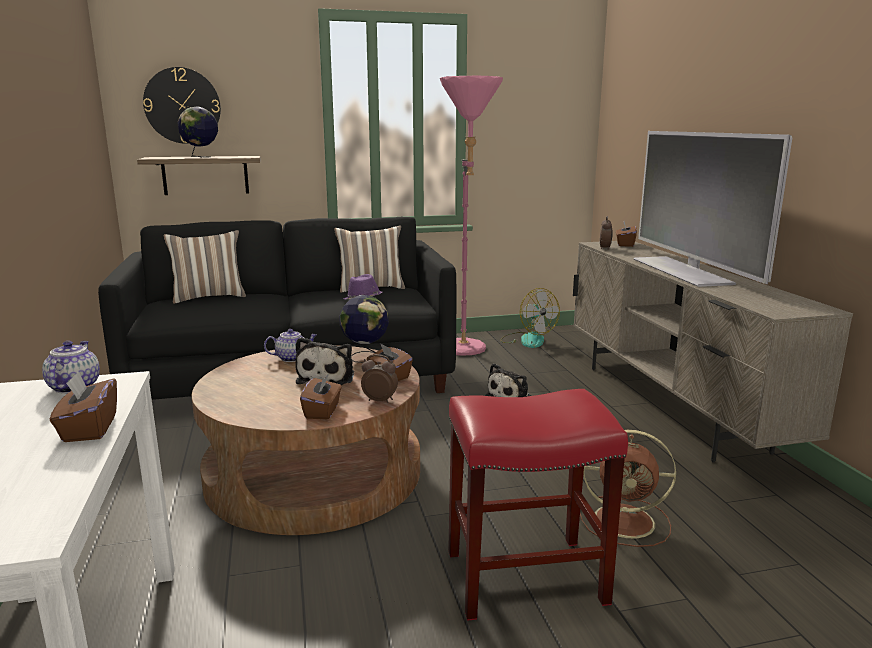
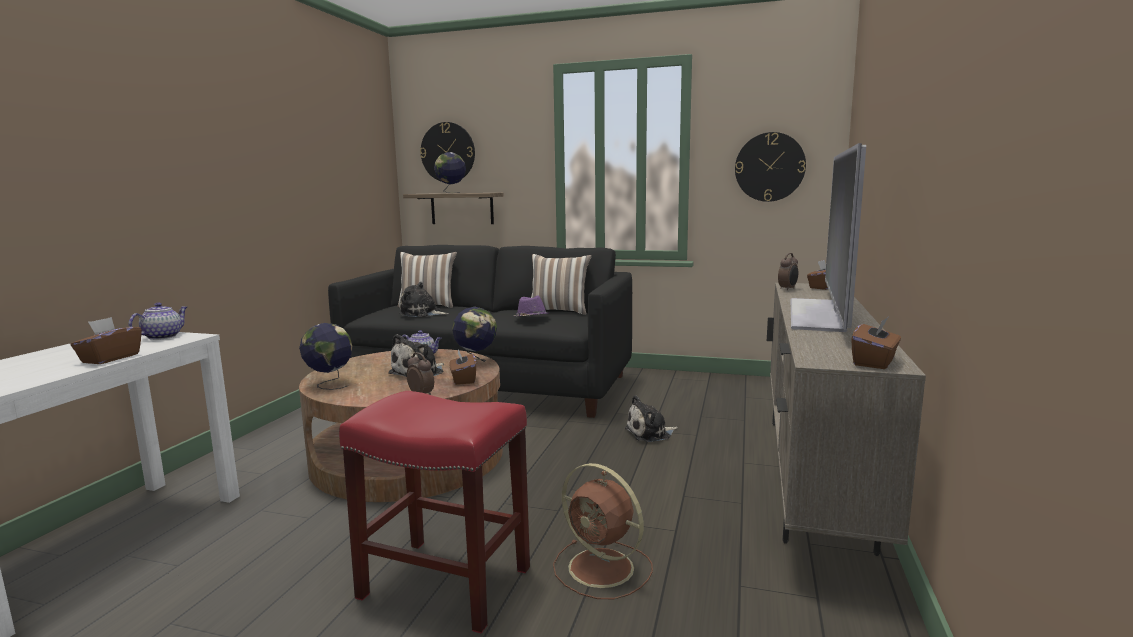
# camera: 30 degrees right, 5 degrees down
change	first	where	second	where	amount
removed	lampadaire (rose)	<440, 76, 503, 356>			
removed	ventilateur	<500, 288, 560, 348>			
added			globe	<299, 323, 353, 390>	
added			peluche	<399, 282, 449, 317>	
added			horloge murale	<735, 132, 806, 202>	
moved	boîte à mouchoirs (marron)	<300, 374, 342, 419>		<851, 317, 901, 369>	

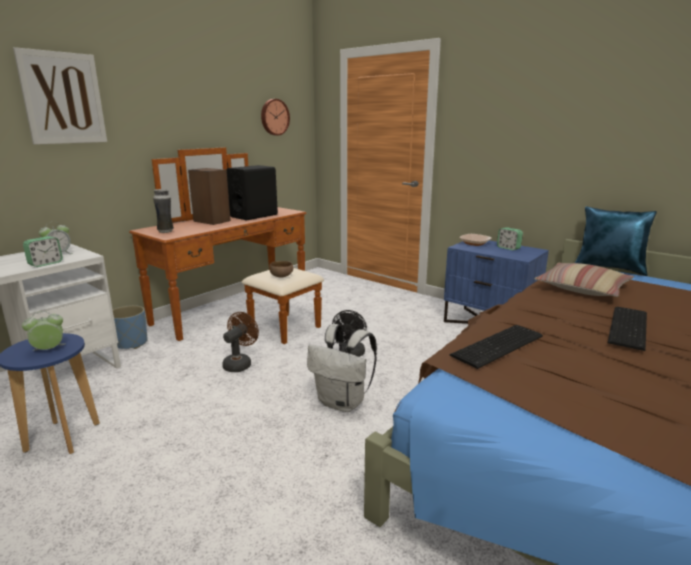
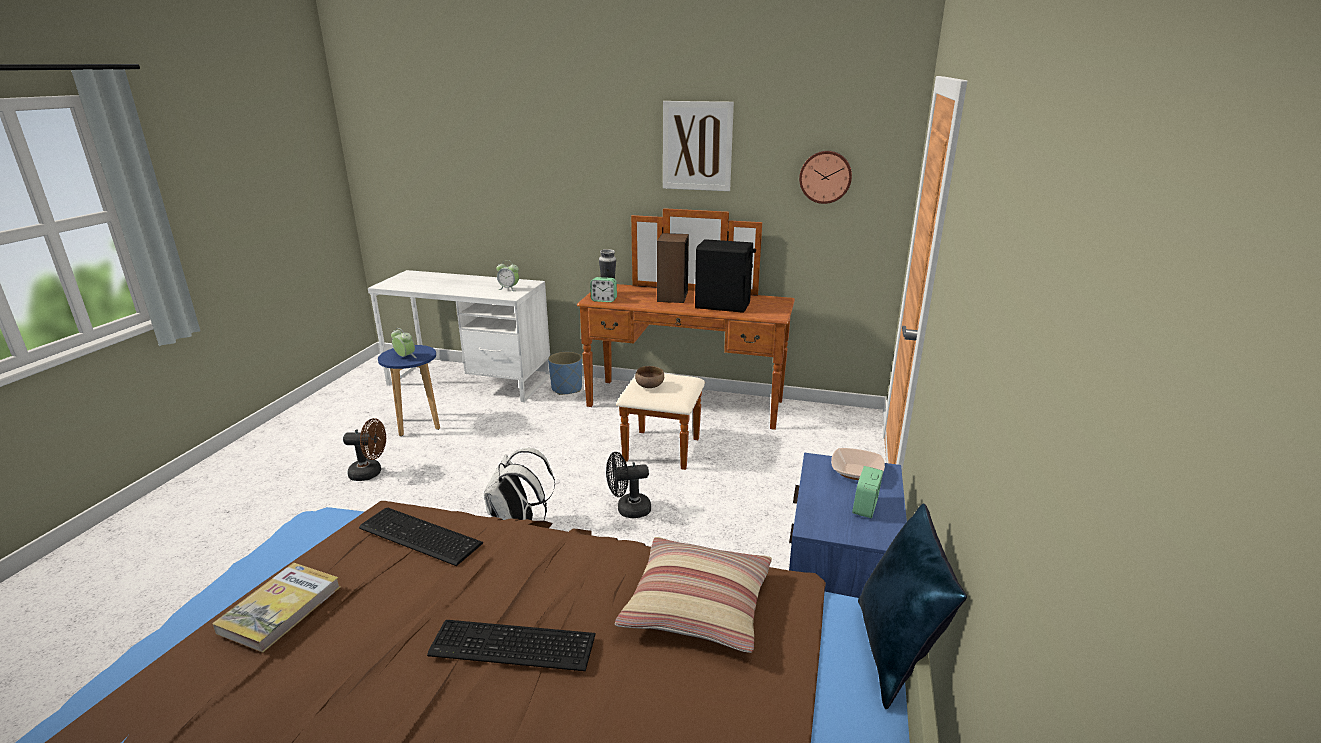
# camera: 65 degrees right, 5 degrees up
change	first	where	second	where	amount
added			livre	<212, 563, 340, 653>	
moved	tableau	<13, 47, 107, 145>		<663, 101, 734, 191>	
moved	réveil	<23, 236, 63, 267>		<590, 277, 617, 302>	
moved	ventilateur (marron)	<222, 312, 259, 372>		<343, 418, 386, 481>	

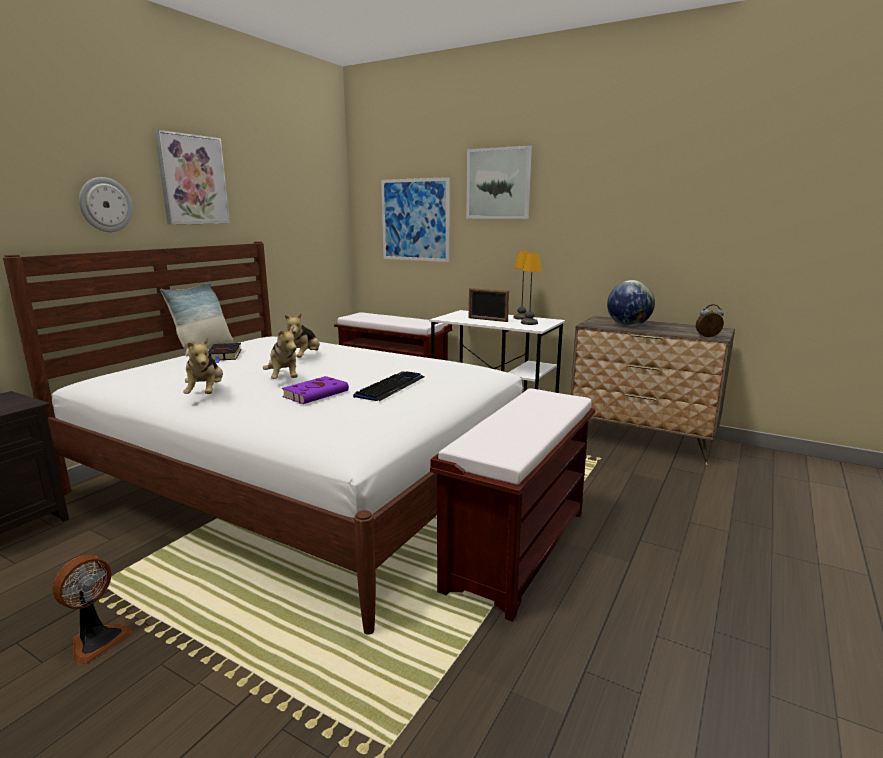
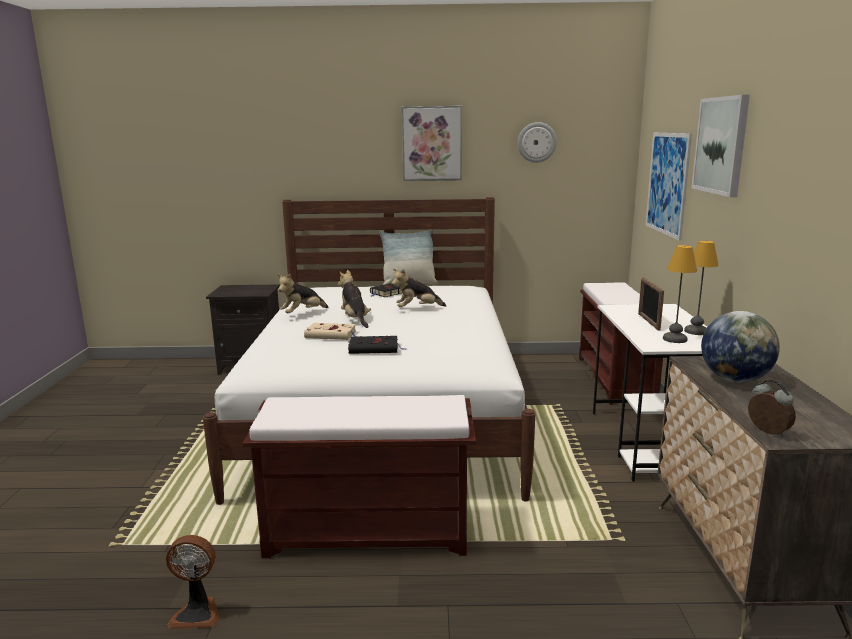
# camera: 60 degrees right, 0 degrees up
change	first	where	second	where	amount
moved	ventilateur	<52, 555, 131, 665>		<166, 535, 219, 629>	
moved	horloge murale	<79, 177, 133, 232>		<518, 122, 557, 163>	
replaced	clavier	<353, 371, 424, 401>	livre (noir)	<348, 336, 407, 354>	
recoloured	livre (violet)	<282, 376, 349, 404>	livre (beige)	<304, 323, 358, 340>	
turned	peluche	<263, 326, 298, 379>		<338, 270, 371, 328>	120 degrees clockwise

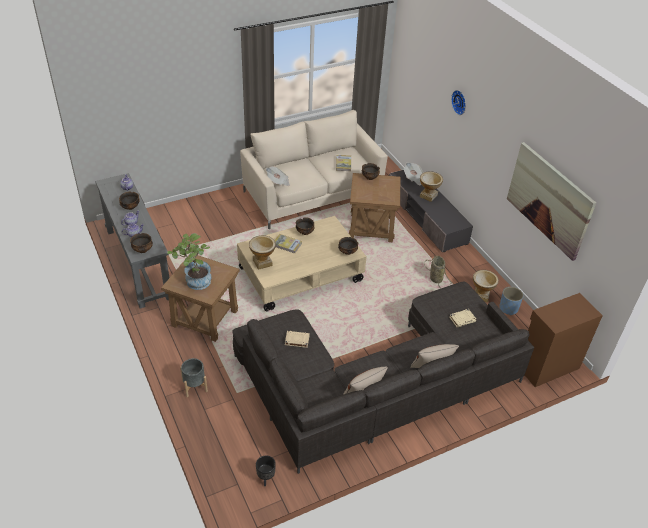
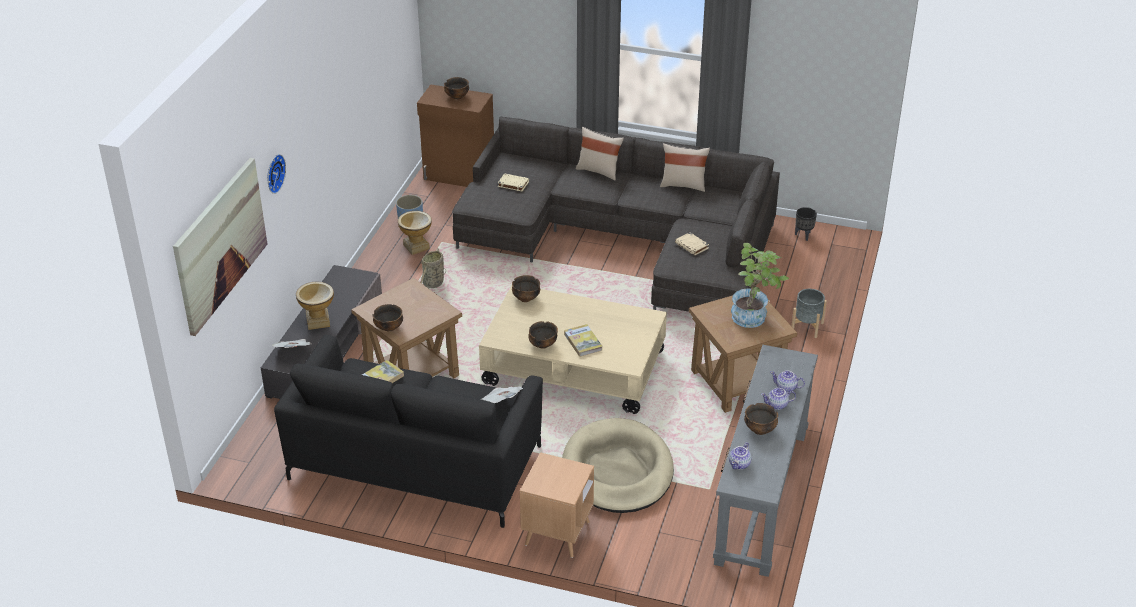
# camera: 135 degrees left, 5 degrees down
change	first	where	second	where	amount
removed	vase	<249, 235, 276, 270>			
added			table d'appoint (marron)	<520, 452, 594, 558>	
added			panier pour chien (beige)	<562, 418, 674, 513>	
moved	bol	<130, 233, 153, 253>		<444, 77, 469, 99>	
moved	tableau	<507, 142, 596, 261>		<173, 158, 267, 336>	
recoloured	canapé (beige)	<240, 110, 388, 229>	canapé (noir)	<274, 335, 543, 528>	

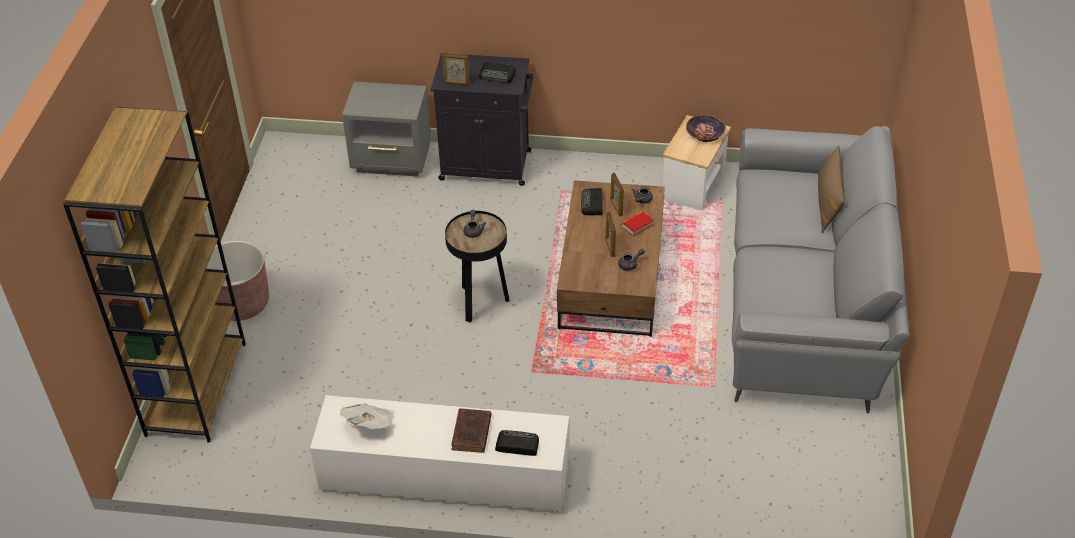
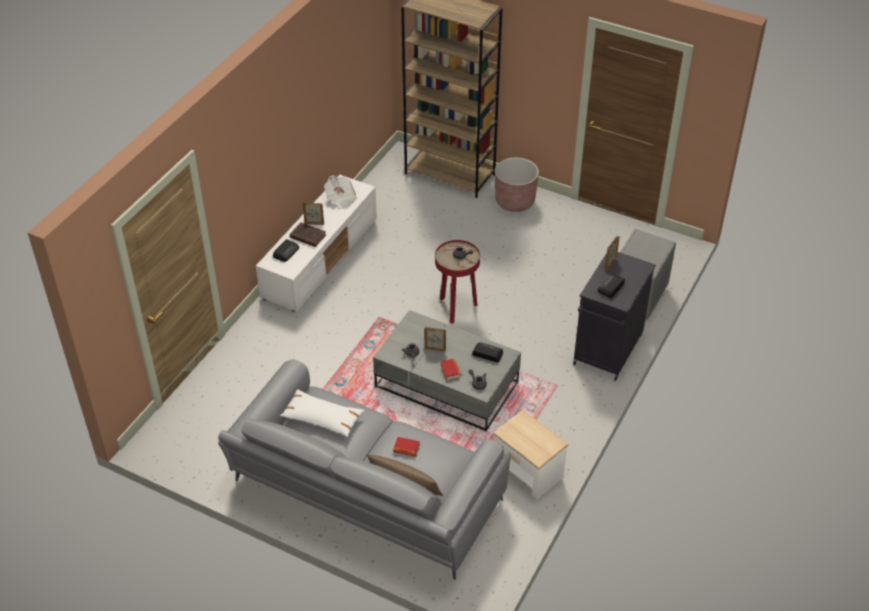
# camera: 110 degrees right, 0 degrees up
change	first	where	second	where	amount
removed	bol	<686, 115, 726, 142>			
added			coussin (blanc)	<280, 389, 364, 437>	
added			livre	<393, 437, 420, 457>	
moved	cadre photo	<610, 173, 624, 216>		<303, 203, 324, 225>	
recoloured	table d'appoint (noir)	<445, 211, 509, 323>	table d'appoint (rouge)	<435, 240, 480, 324>	
recoloured	table basse (marron)	<557, 180, 665, 337>	table basse (gris)	<373, 310, 521, 432>	

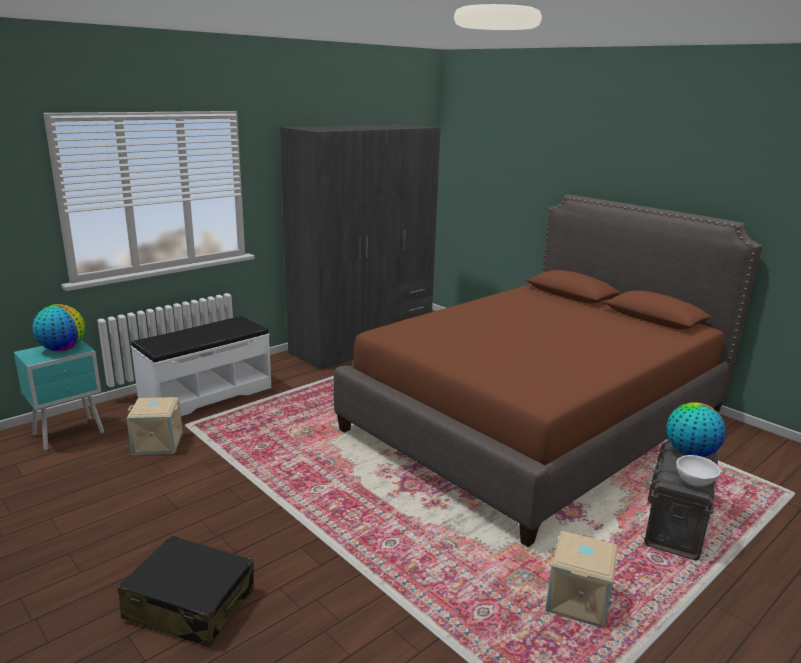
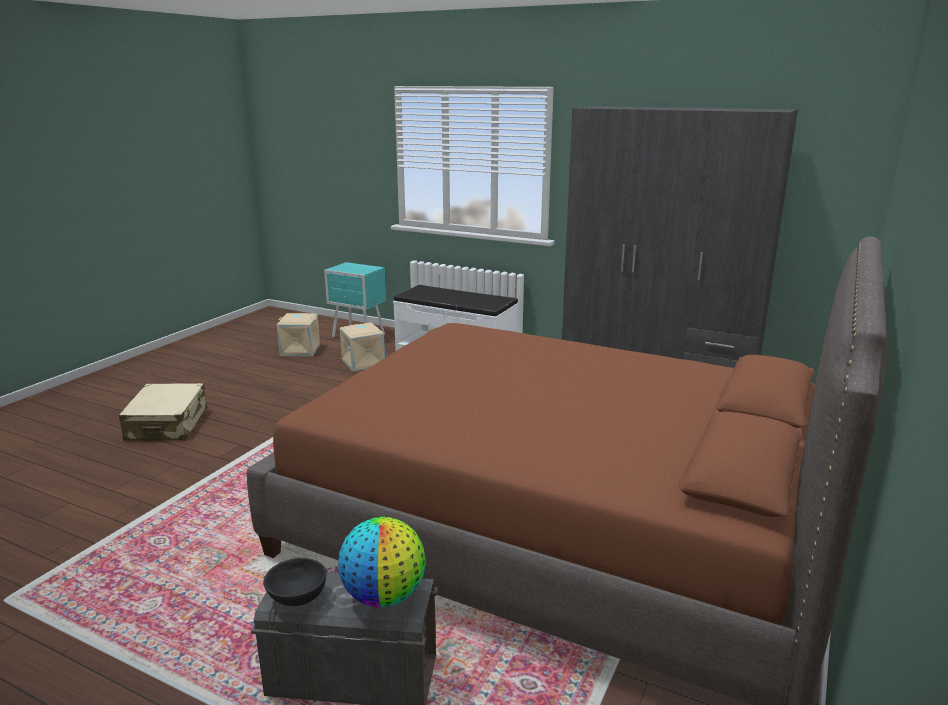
# camera: 70 degrees right, 0 degrees up
change	first	where	second	where	amount
removed	globe	<33, 304, 85, 351>			
moved	boîte de rangement (beige)	<545, 531, 618, 629>		<277, 313, 320, 356>	
recoloured	valise (noir)	<118, 535, 254, 648>	valise (beige)	<119, 383, 207, 441>	
recoloured	bol (blanc)	<676, 455, 721, 486>	bol (noir)	<263, 558, 327, 606>	

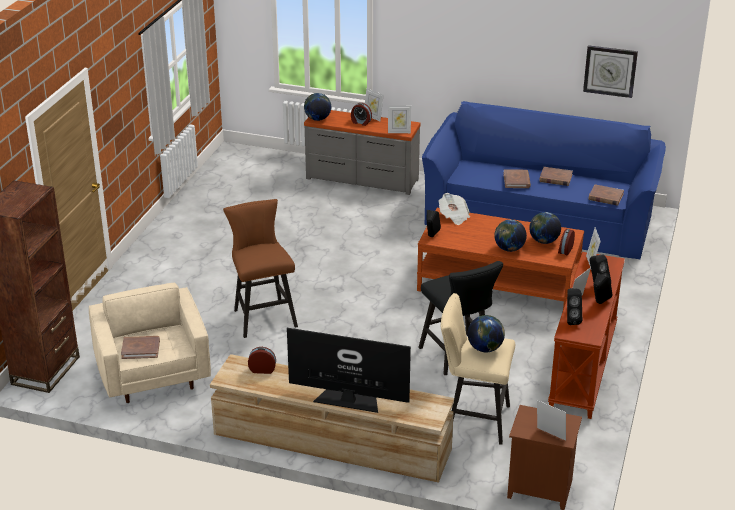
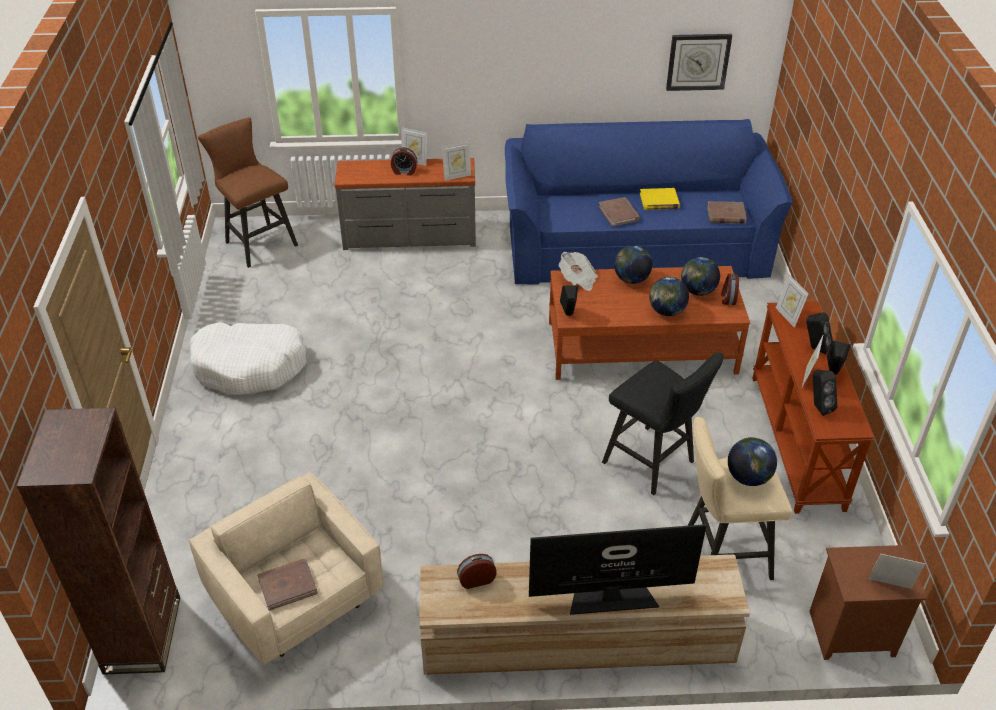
# camera: 20 degrees left, 10 degrees up
change	first	where	second	where	amount
added			panier pour chien (blanc)	<190, 322, 306, 395>	
moved	tabouret (marron)	<223, 199, 298, 338>		<198, 117, 298, 268>	
moved	globe	<304, 93, 331, 121>		<614, 246, 652, 284>	
recoloured	livre (marron)	<539, 167, 573, 186>	livre (jaune)	<640, 188, 680, 210>	

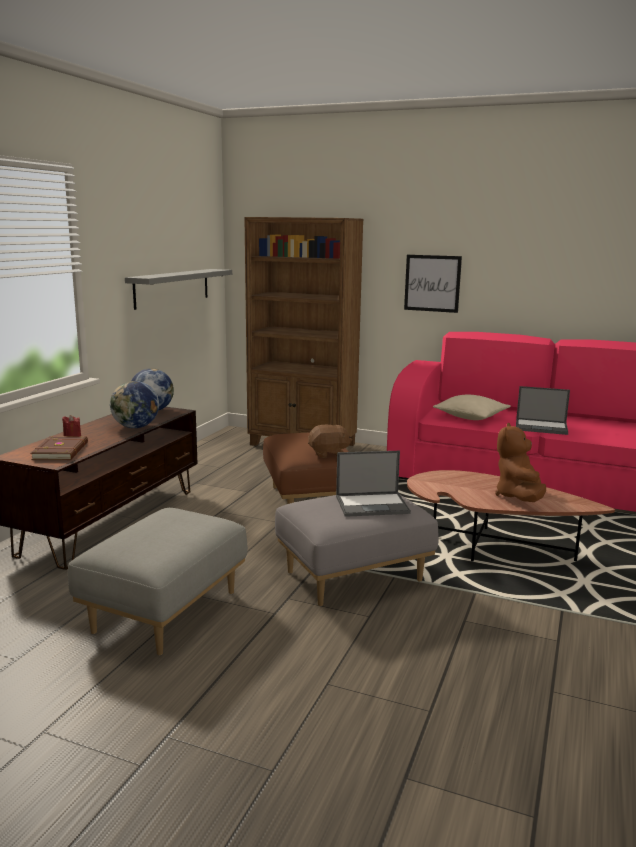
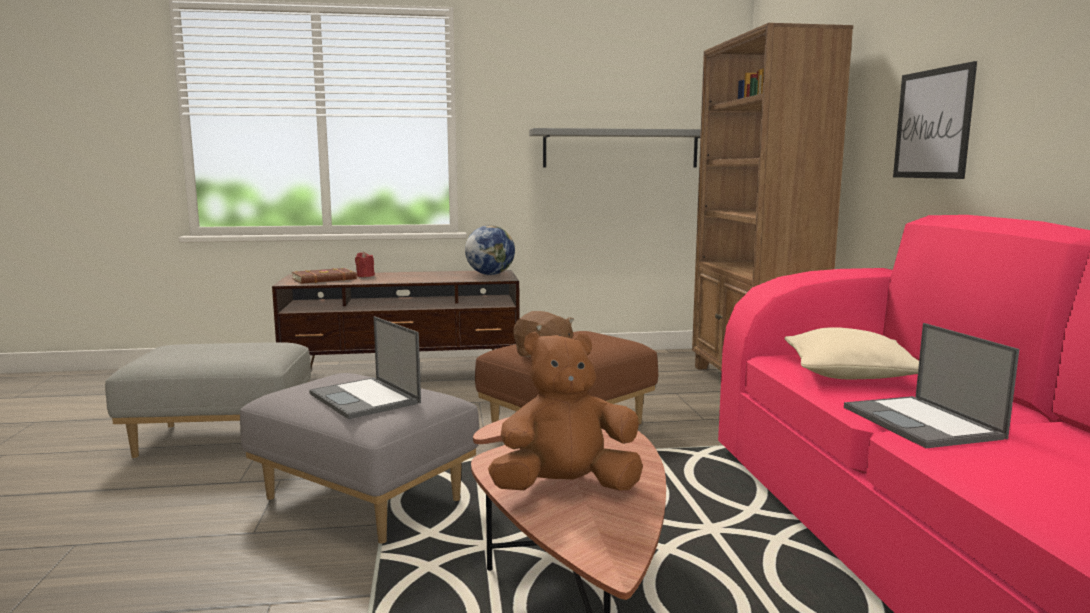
# camera: 60 degrees right, 5 degrees down
change	first	where	second	where	amount
removed	globe	<110, 381, 159, 428>			

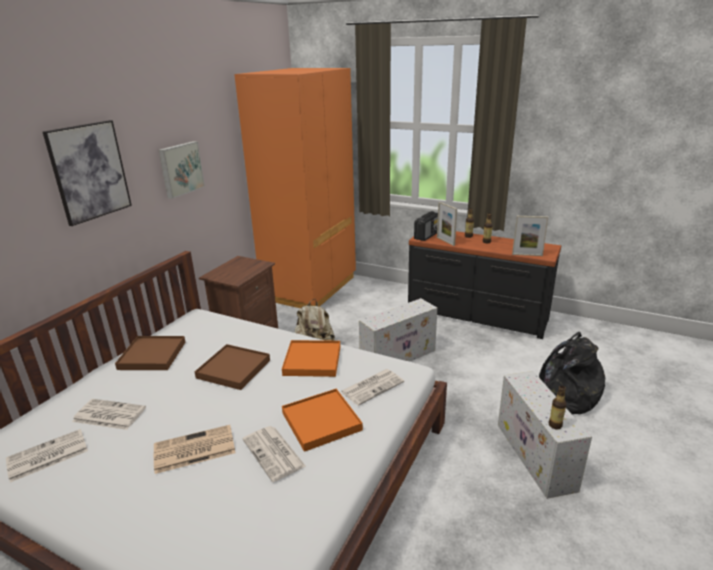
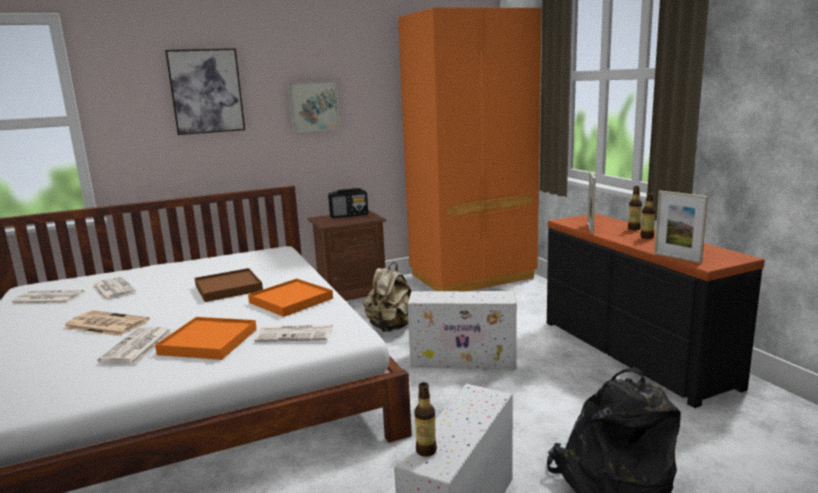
# camera: 40 degrees right, 10 degrees down
change	first	where	second	where	amount
removed	plateau (marron)	<115, 336, 185, 370>			
moved	radio	<414, 211, 438, 241>		<328, 188, 368, 218>	

